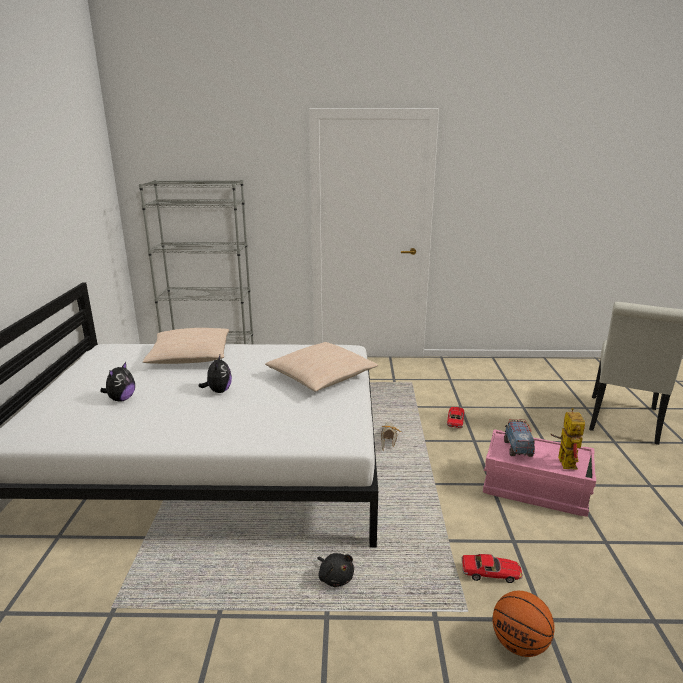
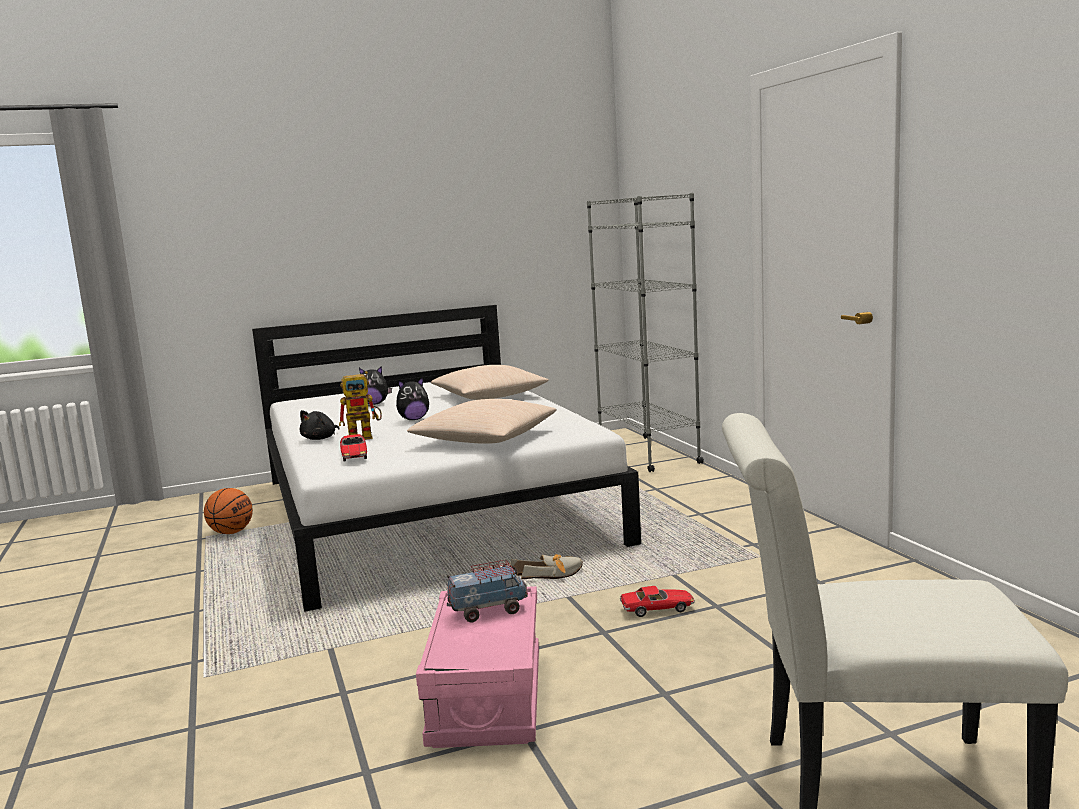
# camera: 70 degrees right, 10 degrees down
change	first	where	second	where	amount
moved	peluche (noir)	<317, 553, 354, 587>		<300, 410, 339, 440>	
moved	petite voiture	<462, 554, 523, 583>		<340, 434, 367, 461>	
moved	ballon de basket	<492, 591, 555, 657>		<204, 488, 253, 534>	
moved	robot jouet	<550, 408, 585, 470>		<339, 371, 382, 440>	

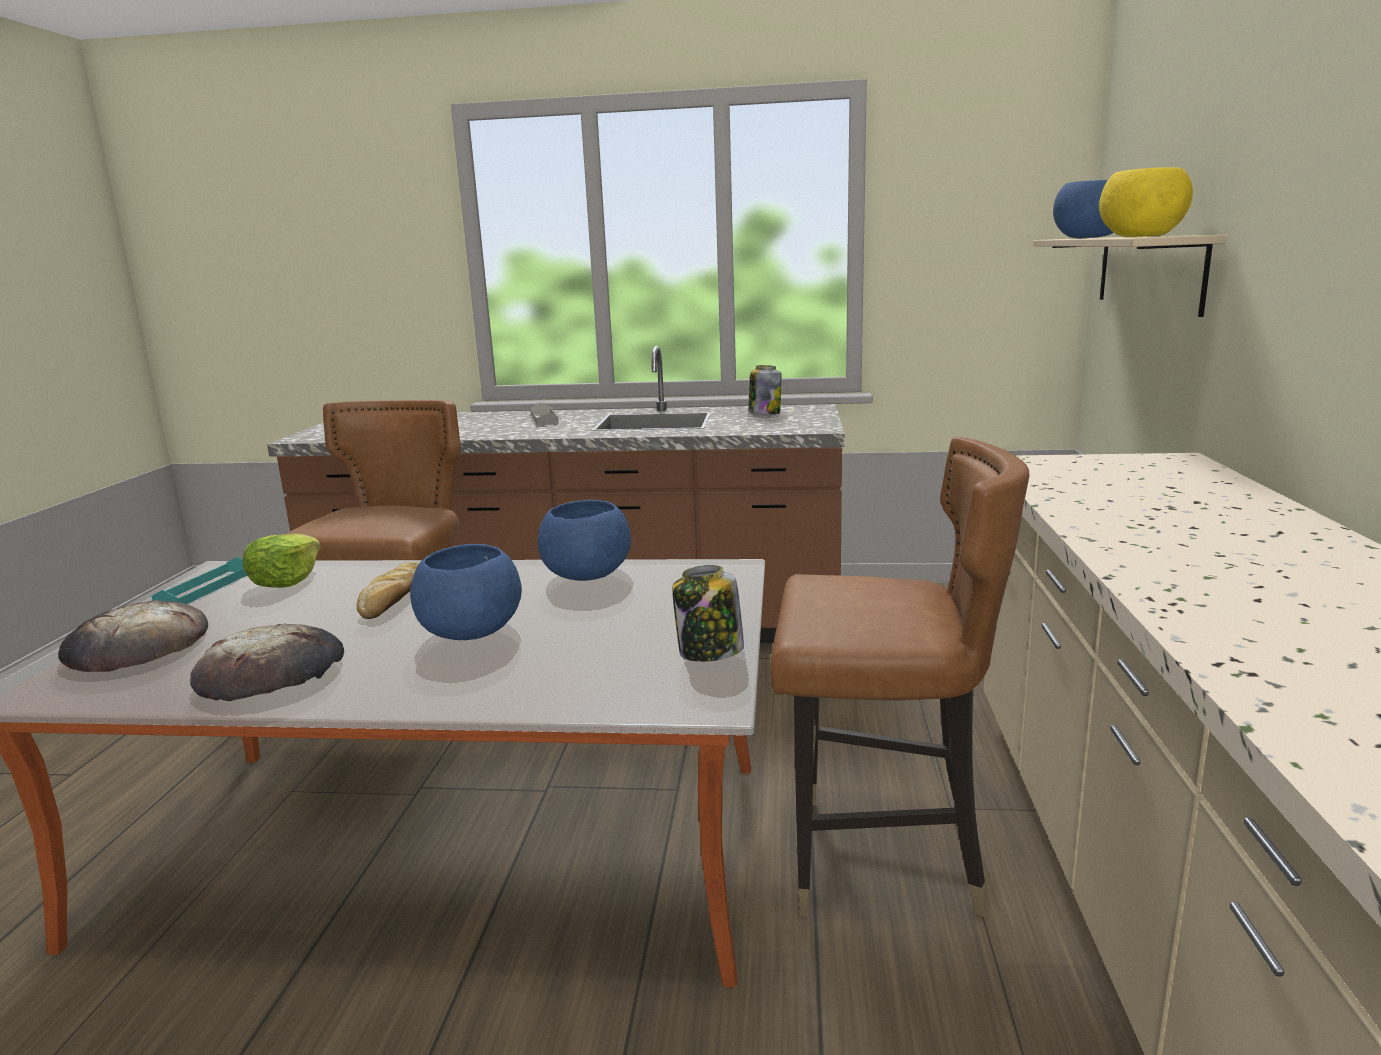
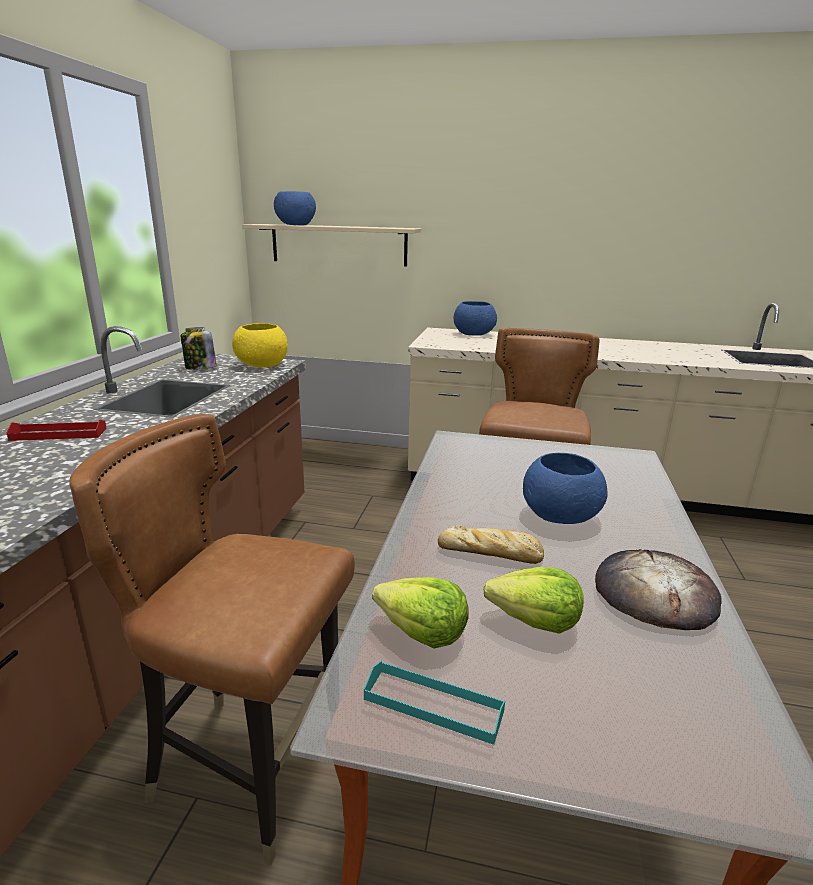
# camera: 85 degrees left, 5 degrees up
change	first	where	second	where	amount
removed	pain	<58, 600, 208, 672>			
removed	bocal	<672, 565, 744, 662>			
added			laitue	<483, 567, 584, 634>	
moved	bol (bleu)	<538, 500, 631, 581>		<454, 301, 497, 335>	
moved	bol (jaune)	<1099, 167, 1193, 237>		<232, 323, 288, 368>	
recoloured	plateau (gris)	<530, 403, 559, 426>	plateau (rouge)	<6, 420, 107, 441>	

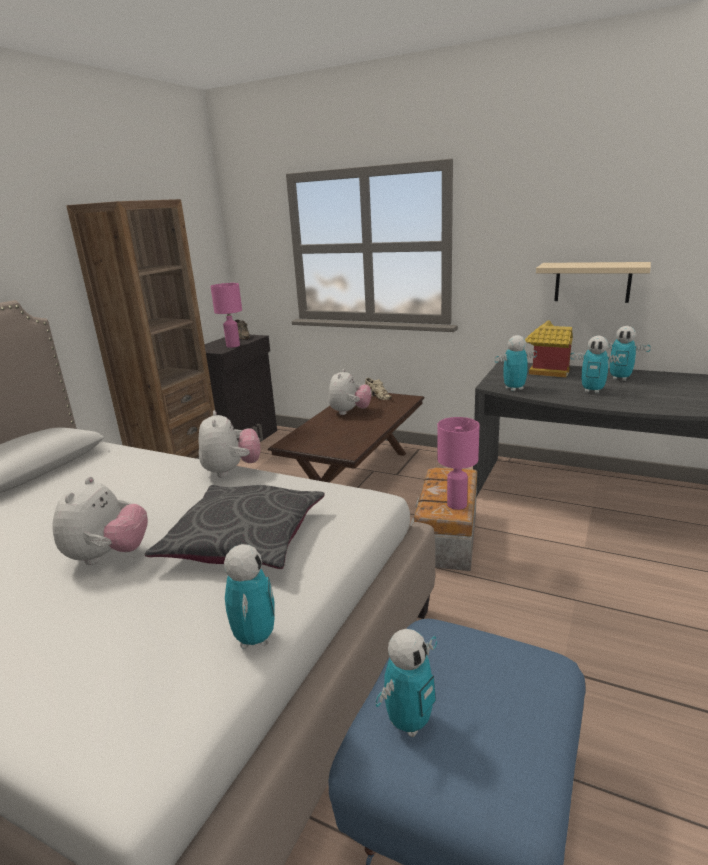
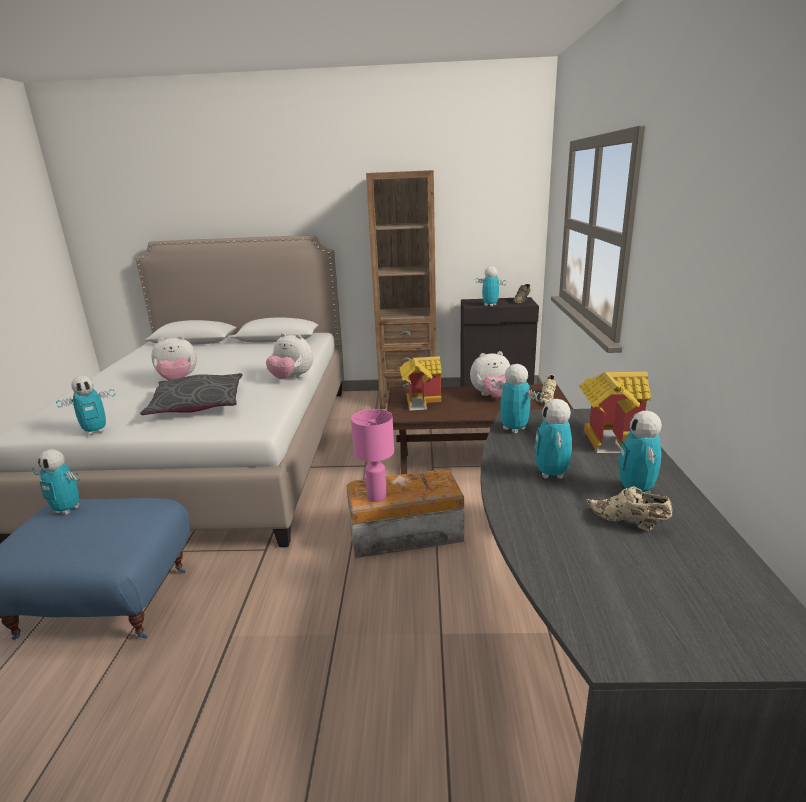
# camera: 65 degrees right, 0 degrees up
change	first	where	second	where	amount
removed	étagère (beige)	<536, 262, 651, 303>			
added			maison miniature	<400, 356, 442, 411>	
added			chaussure (beige)	<586, 487, 672, 530>	
replaced	lampe de table (rose)	<210, 283, 242, 348>	robot jouet	<476, 266, 506, 307>	
turned	peluche	<199, 410, 261, 478>		<266, 333, 313, 379>	60 degrees clockwise

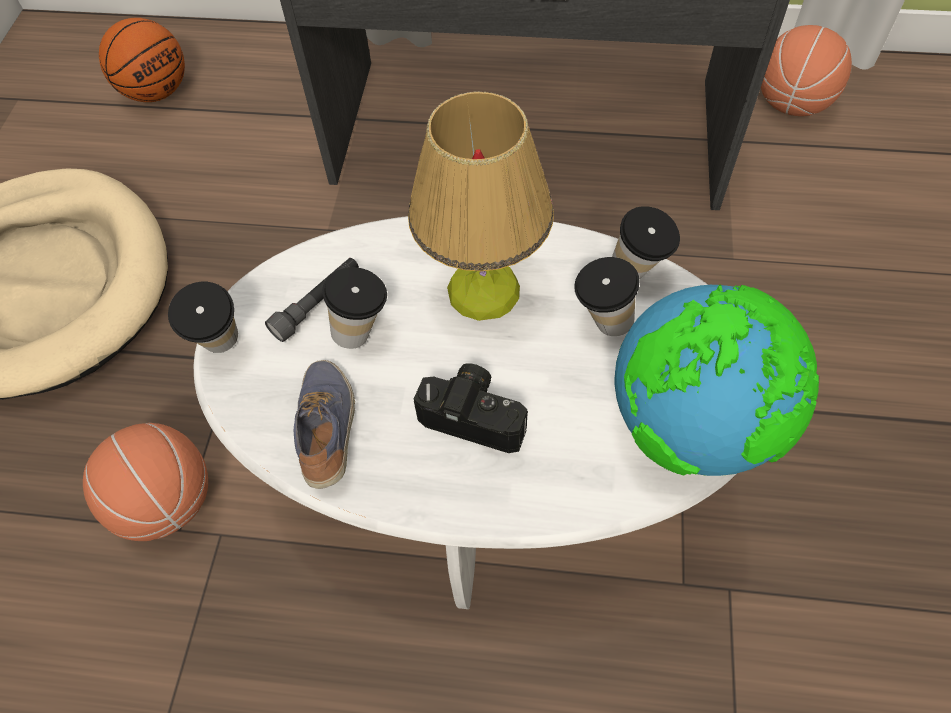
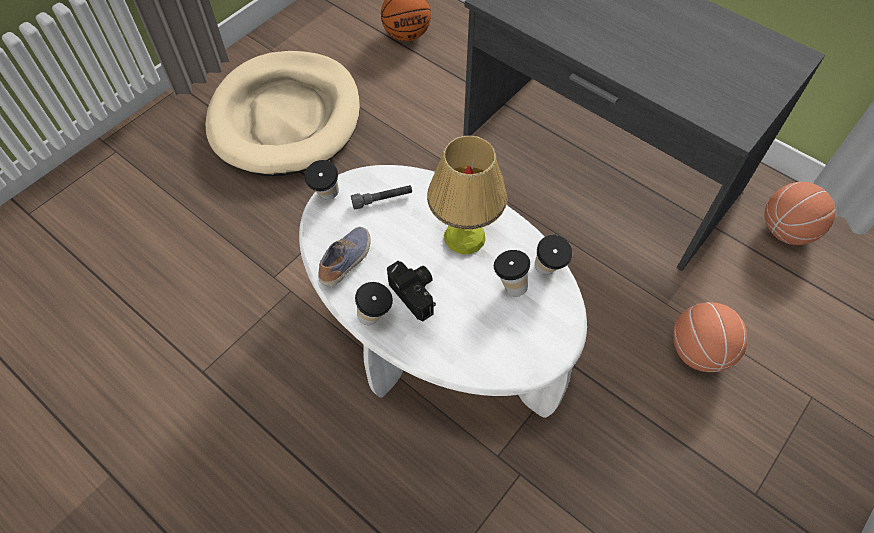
# camera: 30 degrees right, 0 degrees up
change	first	where	second	where	amount
removed	globe	<615, 285, 819, 476>			
moved	ballon de basket	<83, 423, 208, 541>		<673, 302, 748, 372>	
moved	tasse	<322, 267, 387, 349>		<355, 282, 393, 325>	

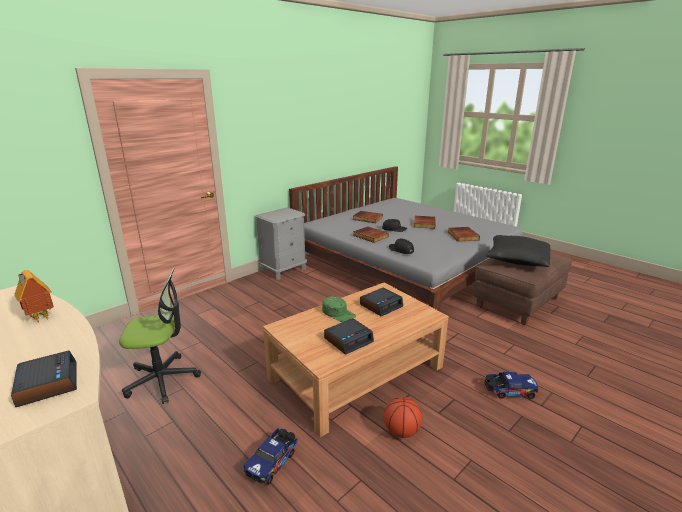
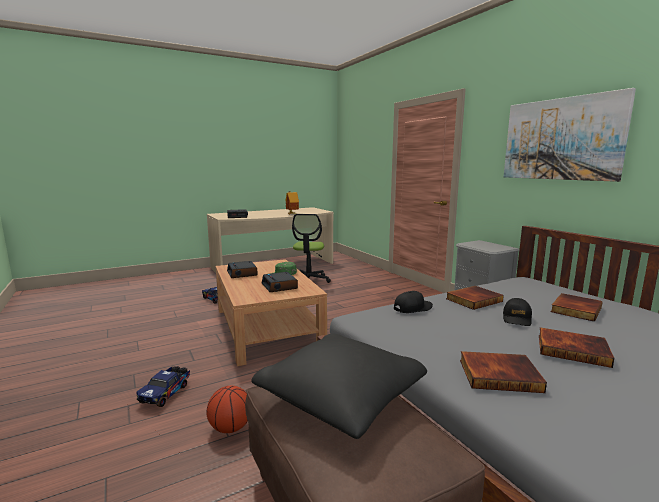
# camera: 105 degrees right, 10 degrees down
change	first	where	second	where	amount
added			tableau	<504, 88, 636, 182>	
moved	ballon de basket	<384, 397, 423, 438>		<206, 386, 248, 433>	

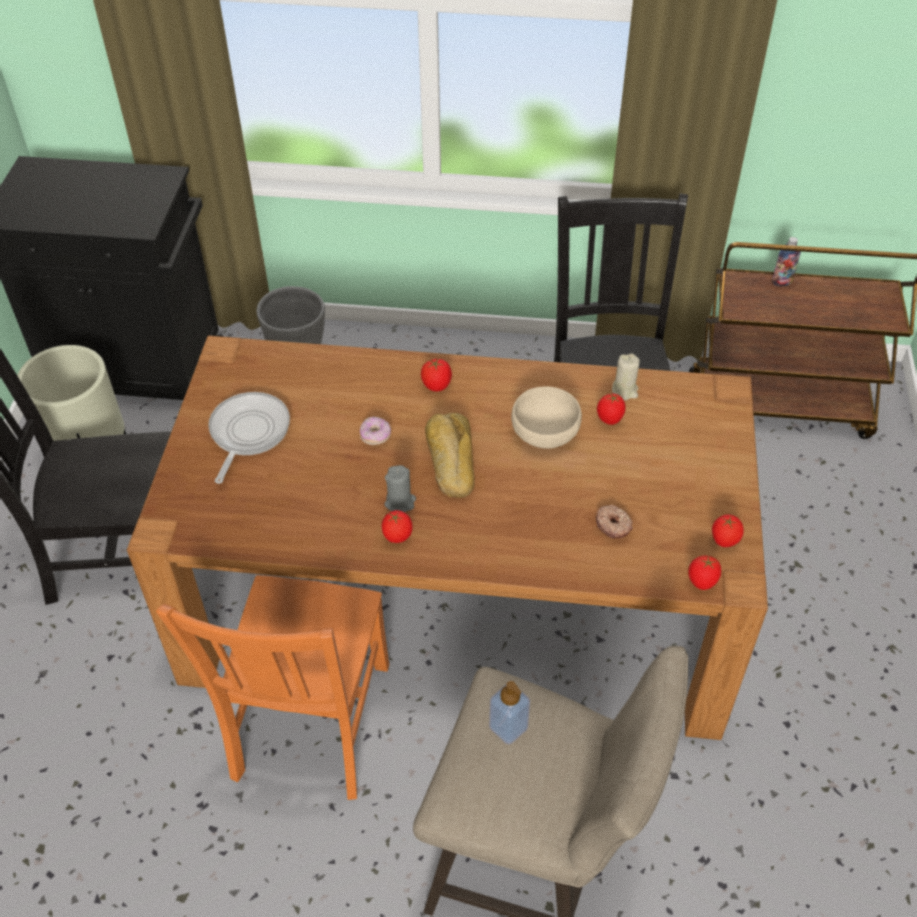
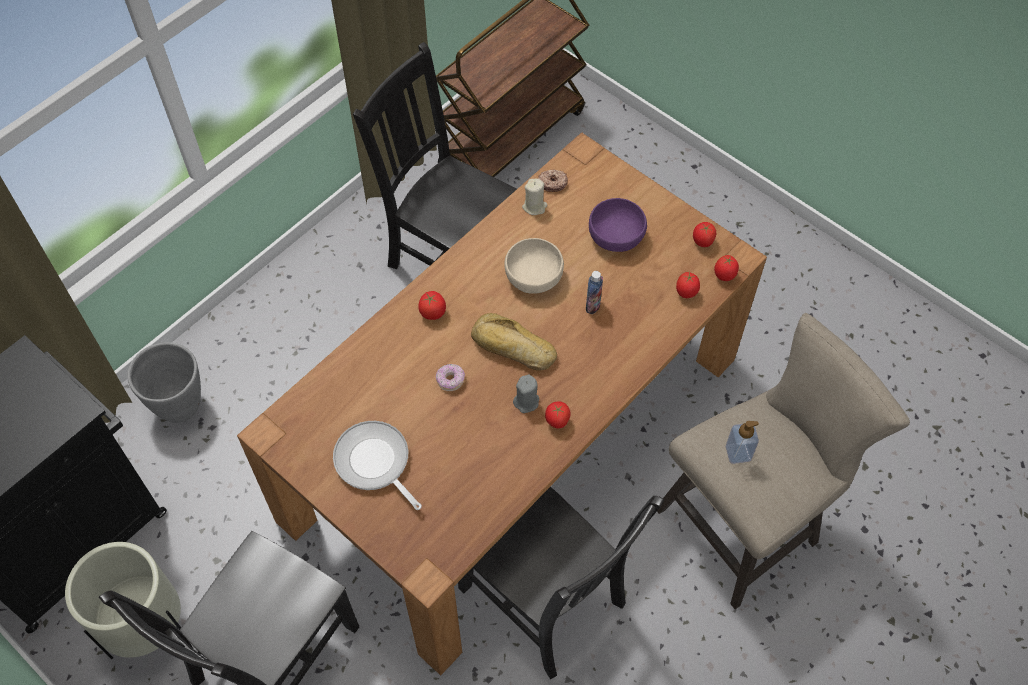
# camera: 55 degrees left, 10 degrees up
change	first	where	second	where	amount
added			bol (violet)	<589, 198, 647, 252>	
moved	beignet	<596, 505, 633, 539>		<538, 170, 568, 192>	
moved	tomate	<597, 393, 626, 425>		<676, 272, 700, 298>	
moved	bouteille	<772, 237, 801, 286>		<586, 271, 603, 314>	
recoloured	chaise (orange)	<156, 575, 389, 800>	chaise (noir)	<458, 486, 664, 679>	

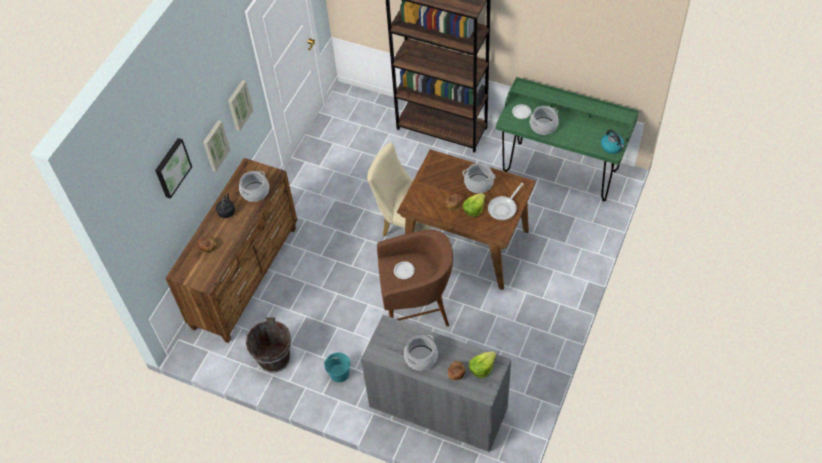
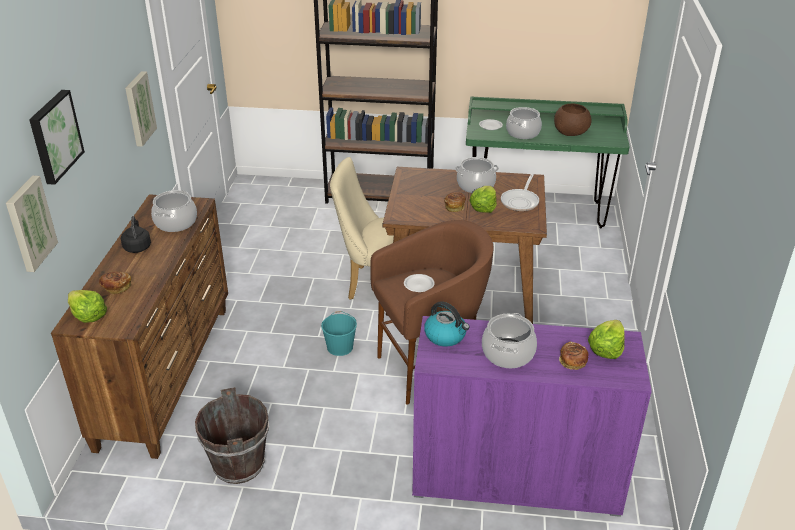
# camera: 20 degrees left, 20 degrees down
change	first	where	second	where	amount
added			laitue	<68, 290, 107, 323>	
added			bol (marron)	<554, 103, 591, 136>	
moved	tableau	<203, 120, 230, 172>		<6, 175, 58, 272>	
moved	seau (turquoise)	<324, 352, 351, 383>		<321, 311, 357, 356>	
moved	bouilloire	<601, 129, 624, 154>		<424, 301, 470, 346>	
recoloured	meuble de rangement (gris)	<361, 315, 511, 452>	meuble de rangement (violet)	<412, 316, 652, 517>	

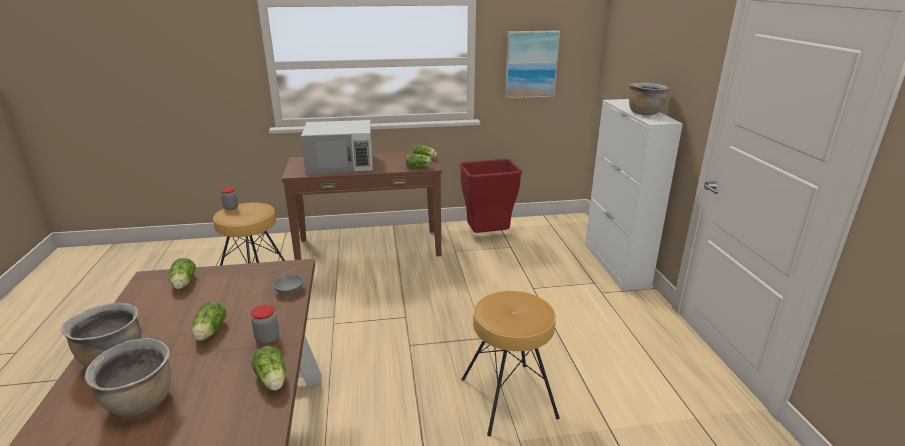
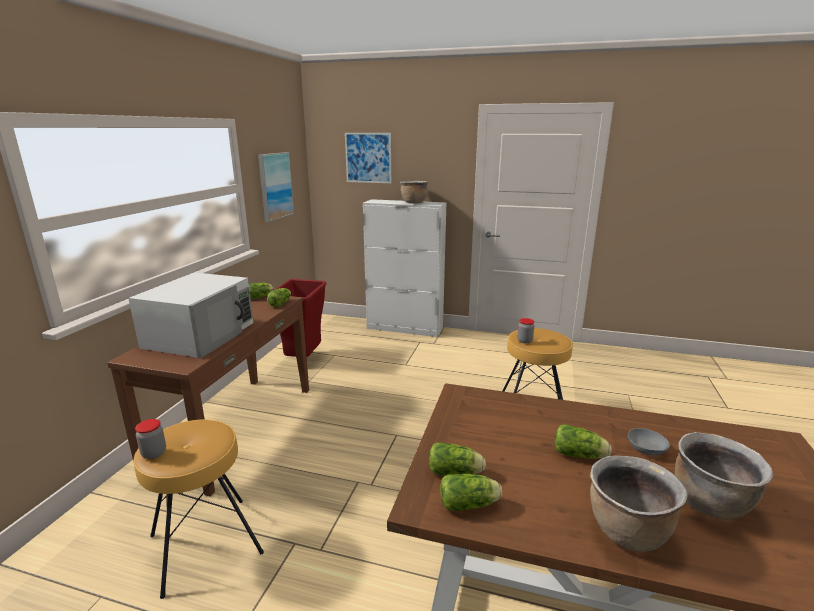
# camera: 65 degrees left, 5 degrees down
change	first	where	second	where	amount
added			tableau	<345, 133, 391, 183>	
moved	bocal	<251, 305, 279, 344>		<517, 318, 534, 343>	
moved	laitue	<252, 346, 286, 391>		<440, 474, 502, 511>	
moved	bol (gris)	<273, 275, 304, 294>		<628, 428, 670, 455>	

